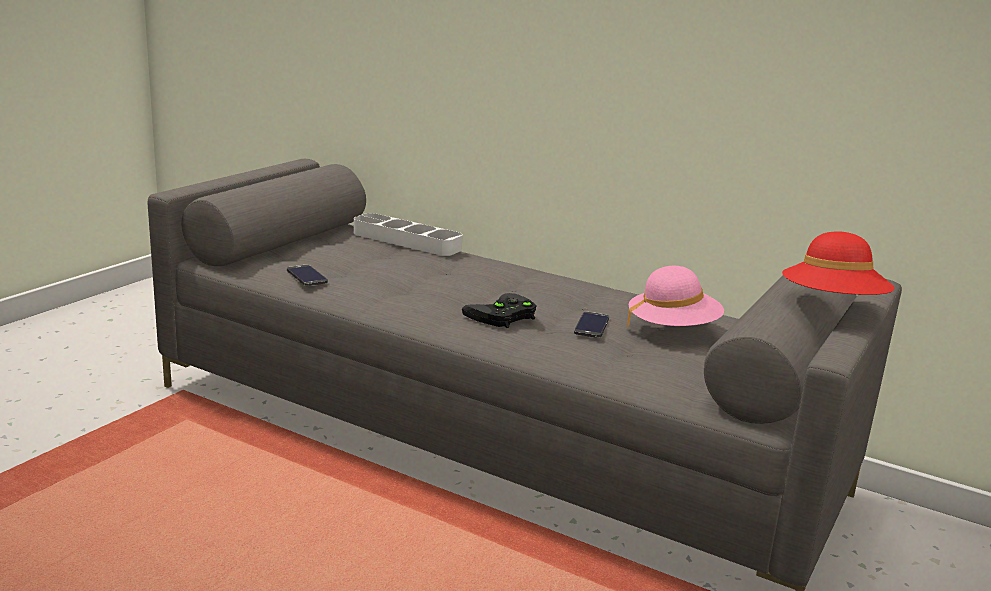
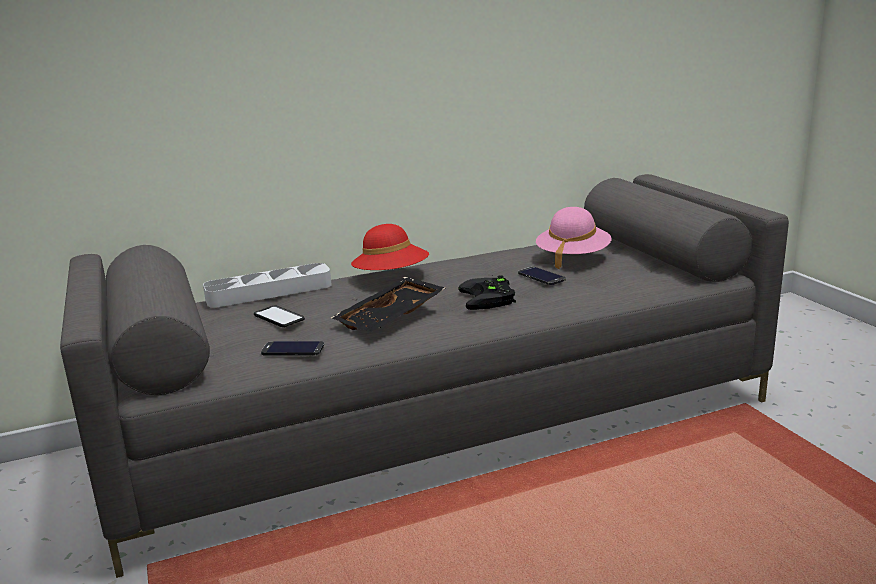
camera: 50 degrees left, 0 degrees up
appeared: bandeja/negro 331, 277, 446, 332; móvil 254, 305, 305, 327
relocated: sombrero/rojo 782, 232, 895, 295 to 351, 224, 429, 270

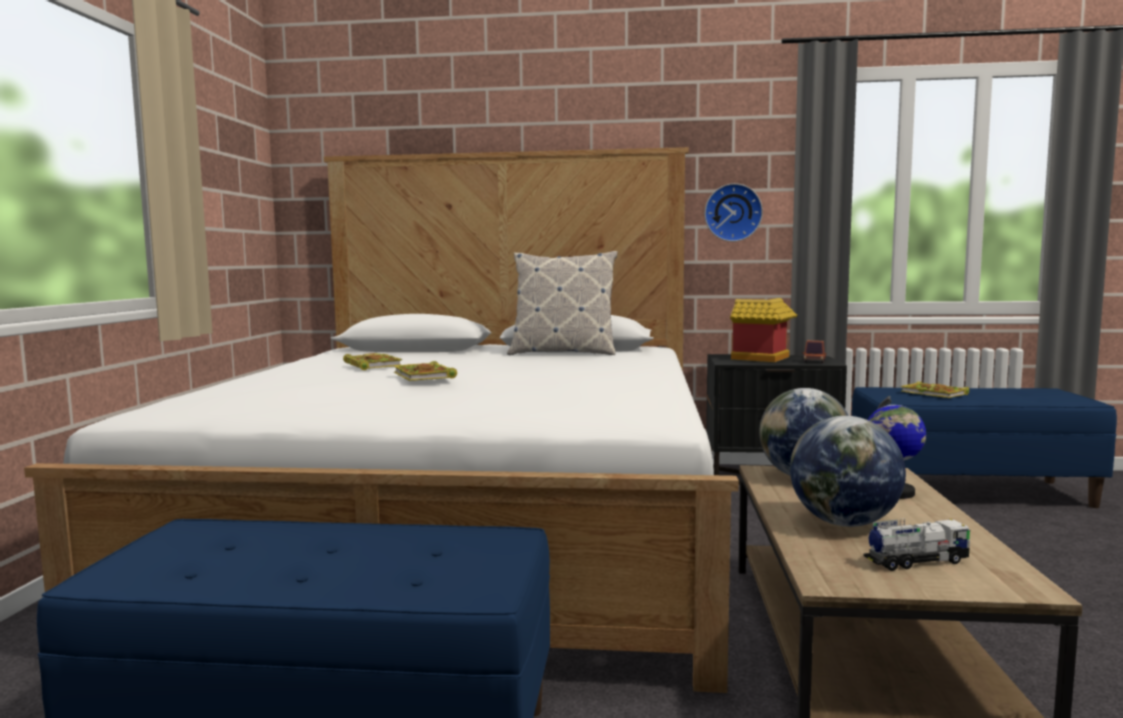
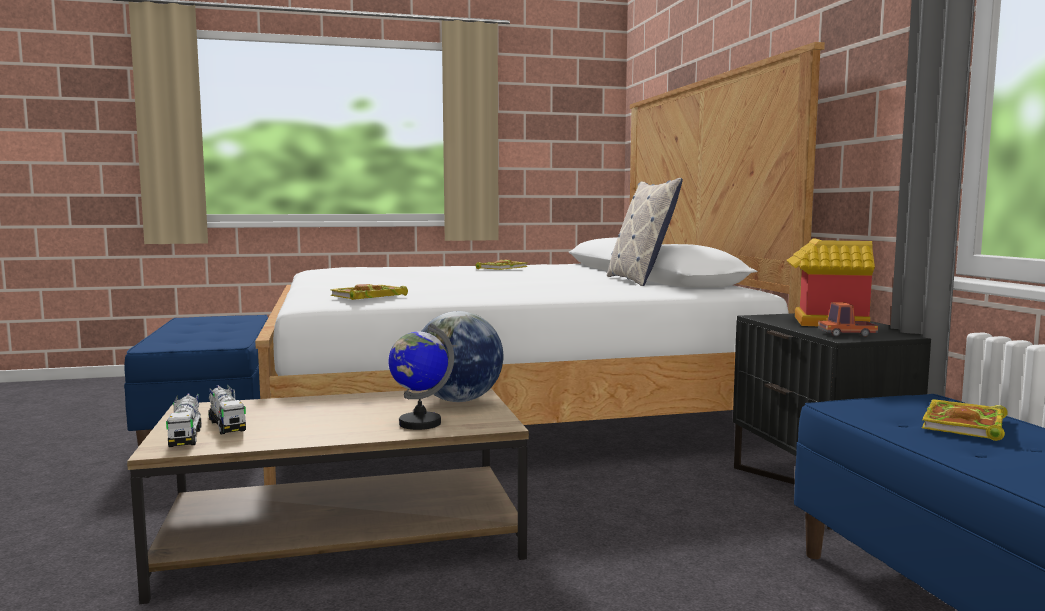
camera: 70 degrees right, 0 degrees up
missing: reloj de pared 704, 183, 763, 242; globo terráqueo 790, 416, 906, 527
appeared: camión de juguete 166, 393, 201, 447
relocated: libro 394, 361, 457, 381 to 330, 284, 408, 300

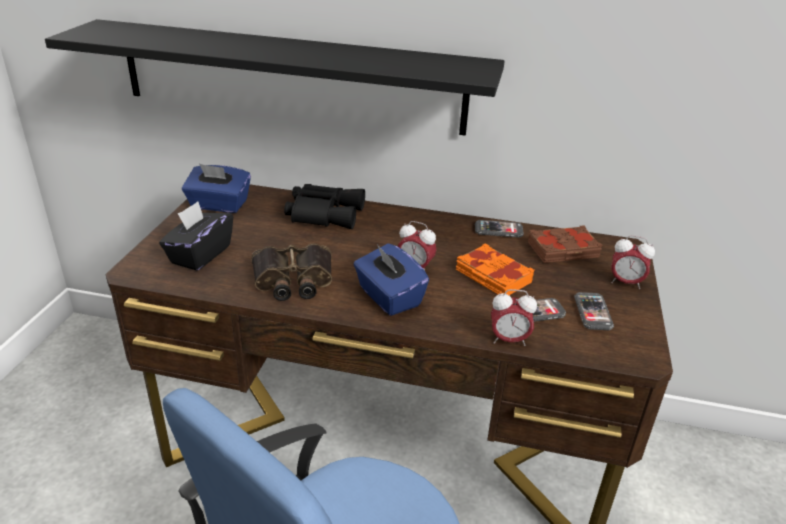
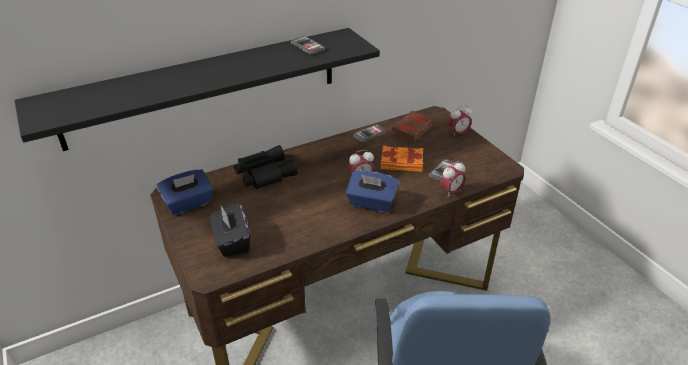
camera: 40 degrees left, 5 degrees up
missing: prismáticos 252, 243, 332, 301
relocated: móvil 574, 292, 614, 330 to 291, 36, 325, 54

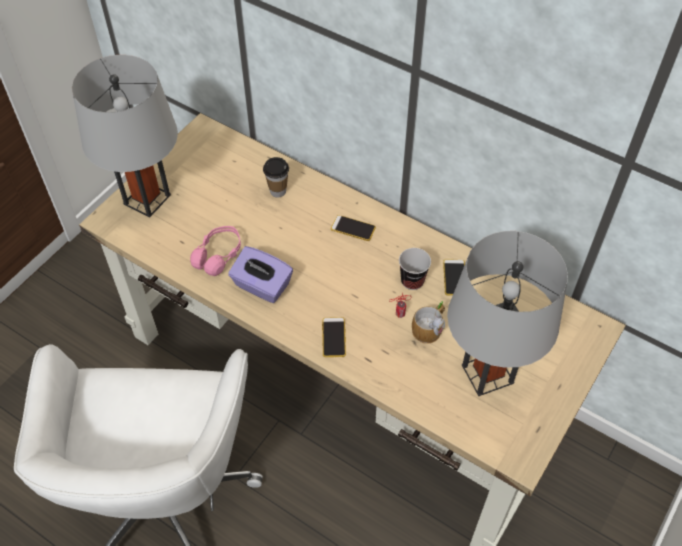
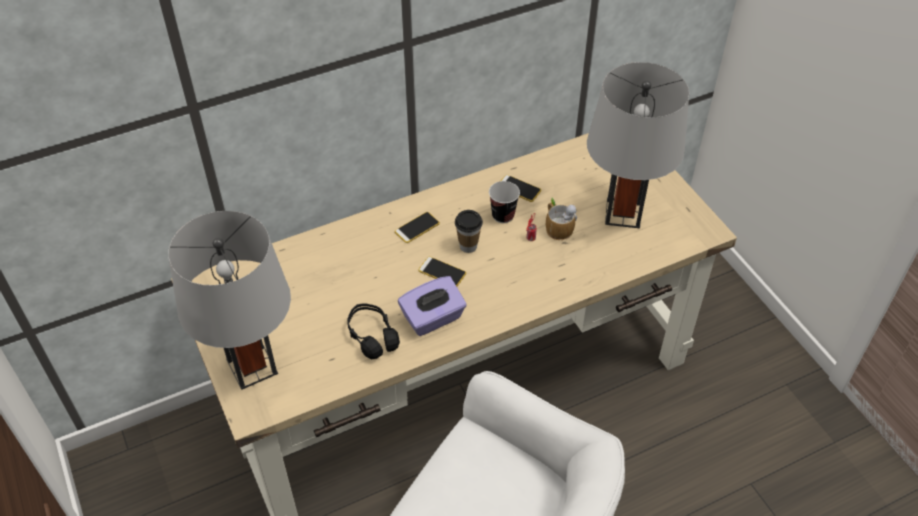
camera: 60 degrees left, 5 degrees down
relocated: taza 263, 157, 289, 197 to 455, 210, 483, 253; móvil 322, 317, 346, 357 to 418, 257, 466, 287
colour: auriculares/rosa 190, 226, 241, 276 to auriculares/negro 347, 304, 400, 359

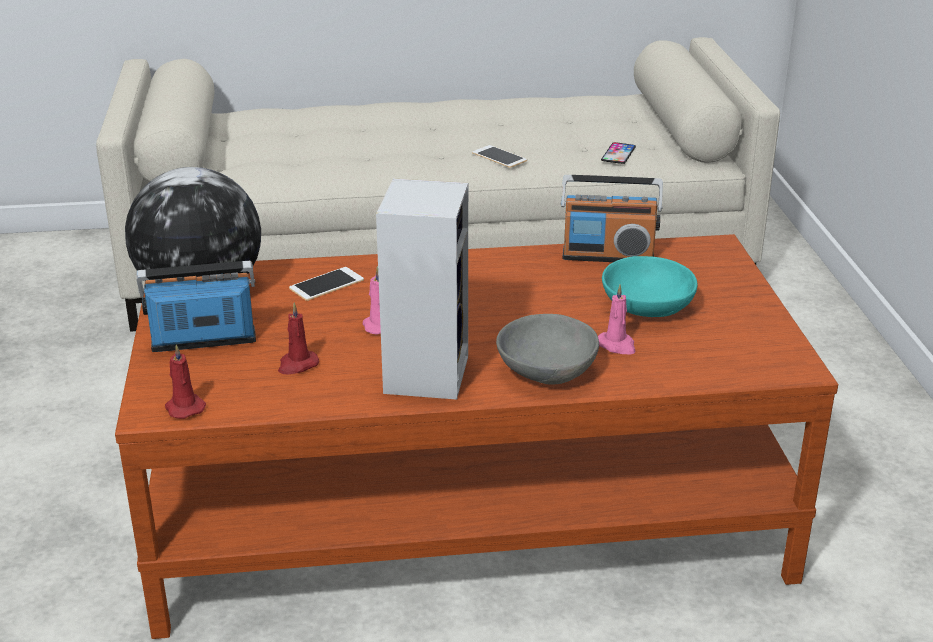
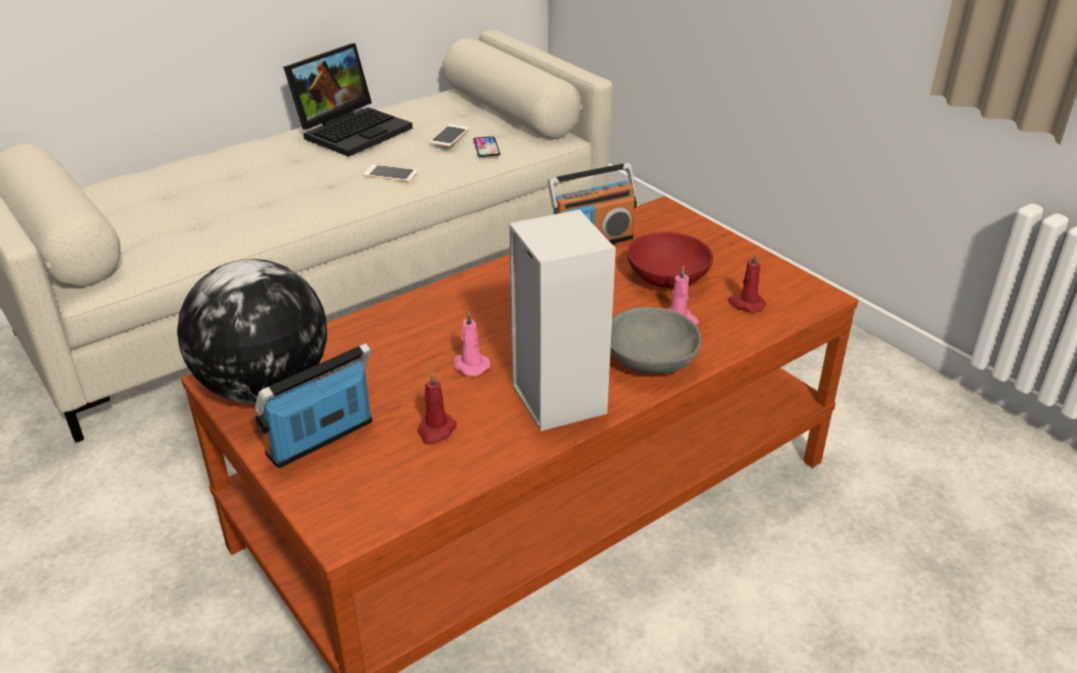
camera: 30 degrees left, 5 degrees up
appeared: portátil 283, 43, 413, 157
relocated: móvil 289, 267, 364, 301 to 430, 124, 469, 146; vela/rojo 165, 344, 206, 419 to 728, 251, 766, 312
colour: cuenco/turquesa 602, 256, 698, 317 to cuenco/rojo 627, 232, 713, 288

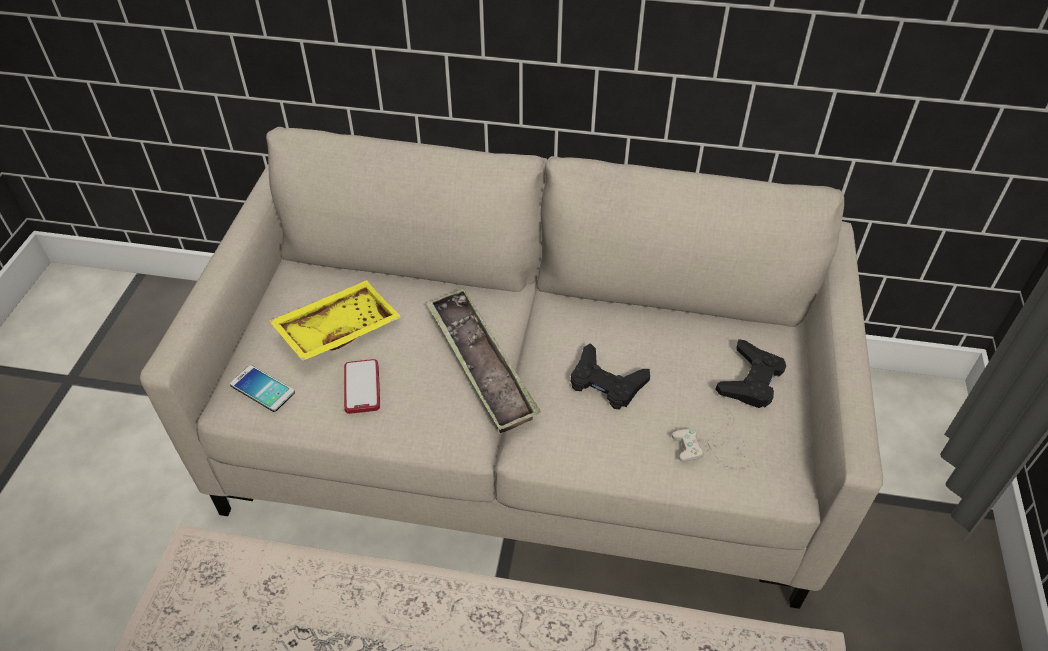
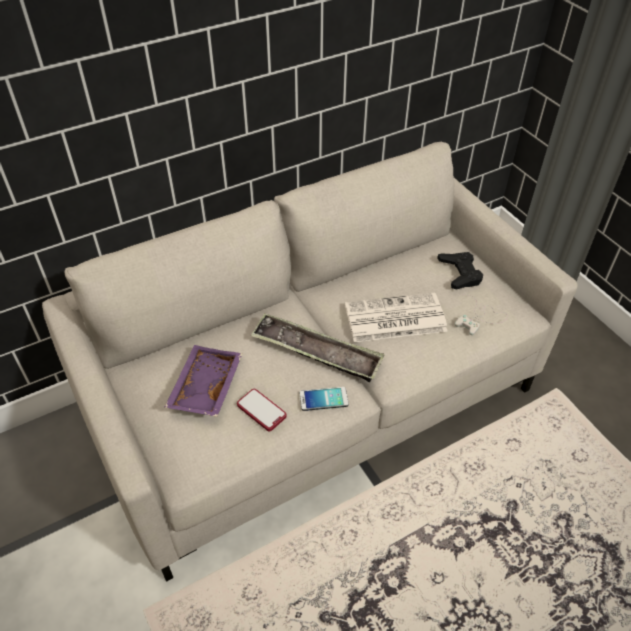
camera: 40 degrees left, 0 degrees up
relocated: móvil 230, 365, 295, 412 to 299, 387, 349, 411
exchanged: mando de consola/negro 571, 343, 650, 409 to periódico 345, 293, 448, 342
colour: bandeja/amarillo 269, 280, 401, 361 to bandeja/morado 165, 345, 242, 417

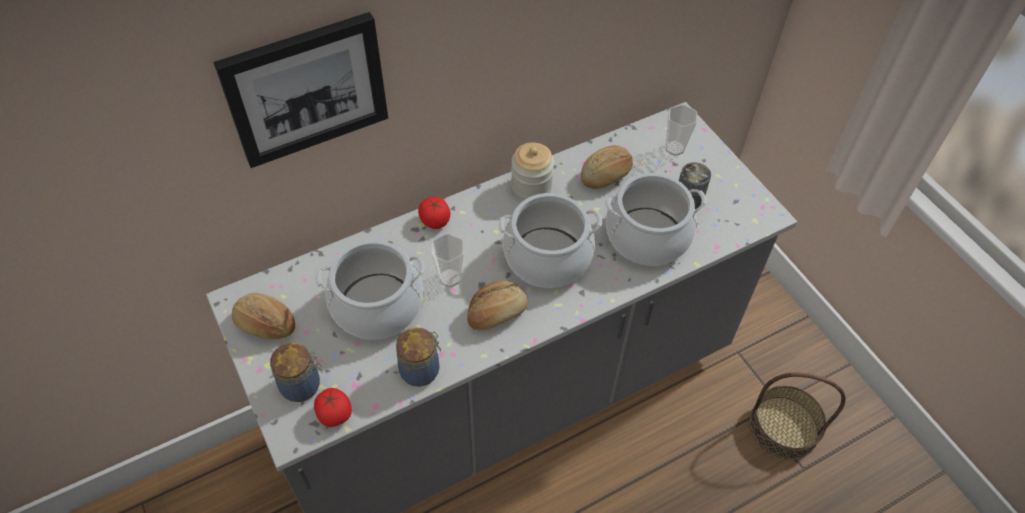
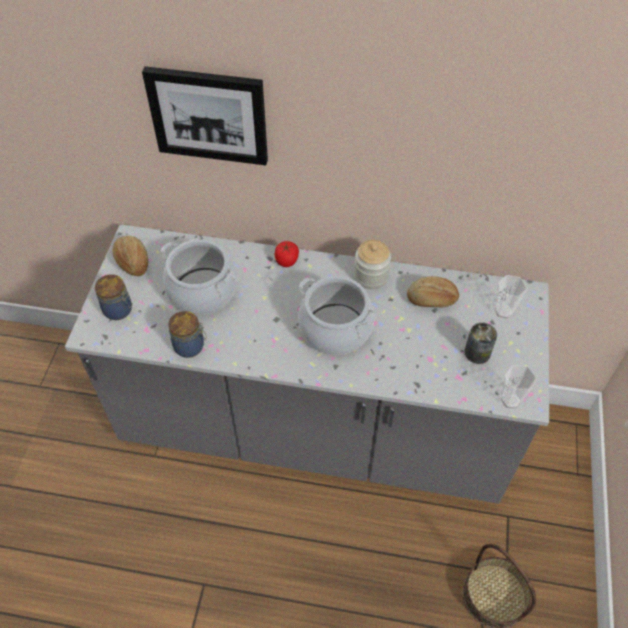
camera: 40 degrees right, 0 degrees up
missing: olla 605, 173, 706, 266; pan 467, 280, 528, 330; tomate 314, 388, 352, 427
relocated: taza 431, 233, 464, 287 to 501, 365, 537, 409

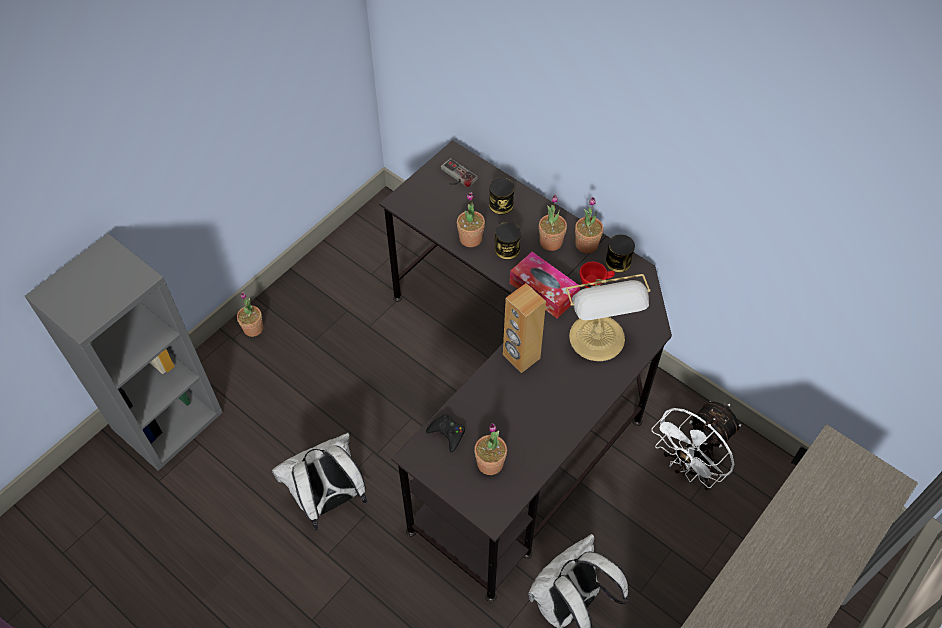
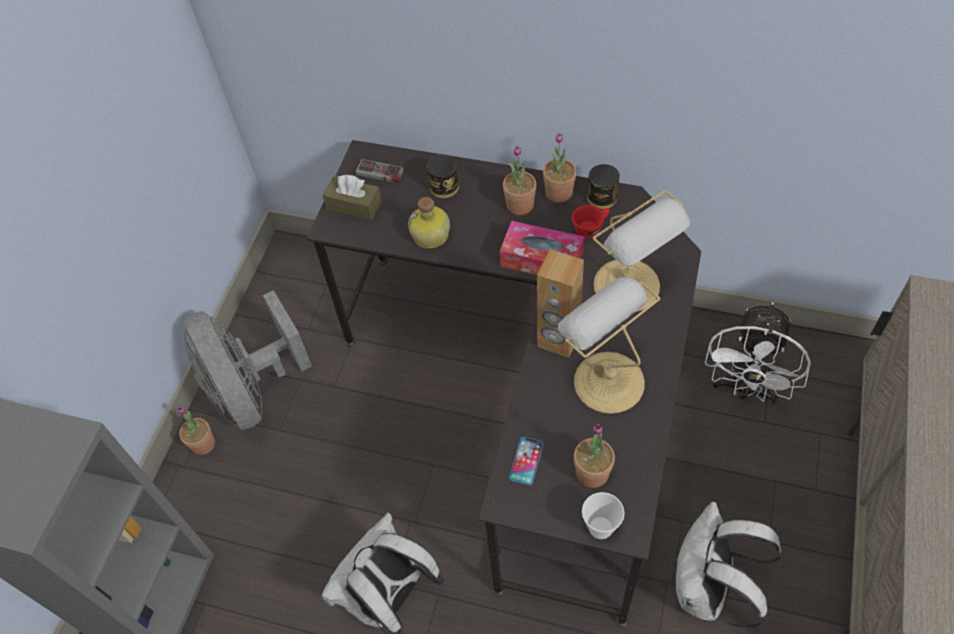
camera: 20 degrees left, 0 degrees up
missing: lata 495, 222, 521, 260
appeared: caja de pañuelos/marrón 323, 175, 382, 220; lámpara de mesa 558, 277, 660, 414; ventilador/gris 184, 290, 312, 430; taza 582, 492, 625, 539
exchanged: planta en maceta 457, 192, 485, 247 to botella 408, 197, 450, 248; mando de consola/negro 426, 414, 465, 452 to móvil 509, 437, 543, 485

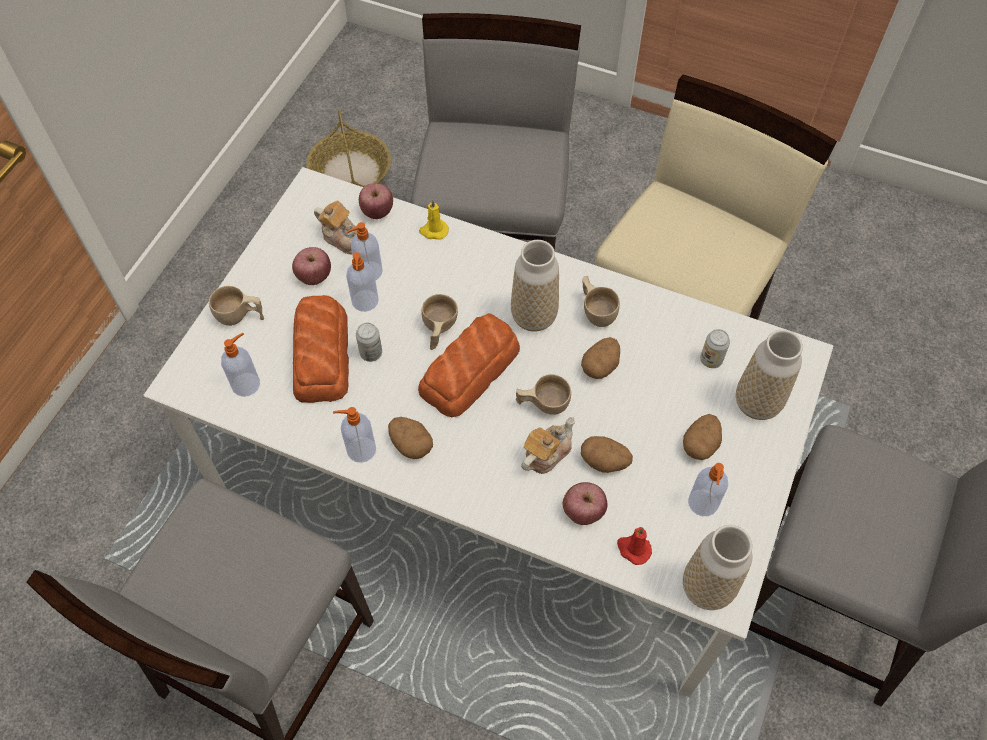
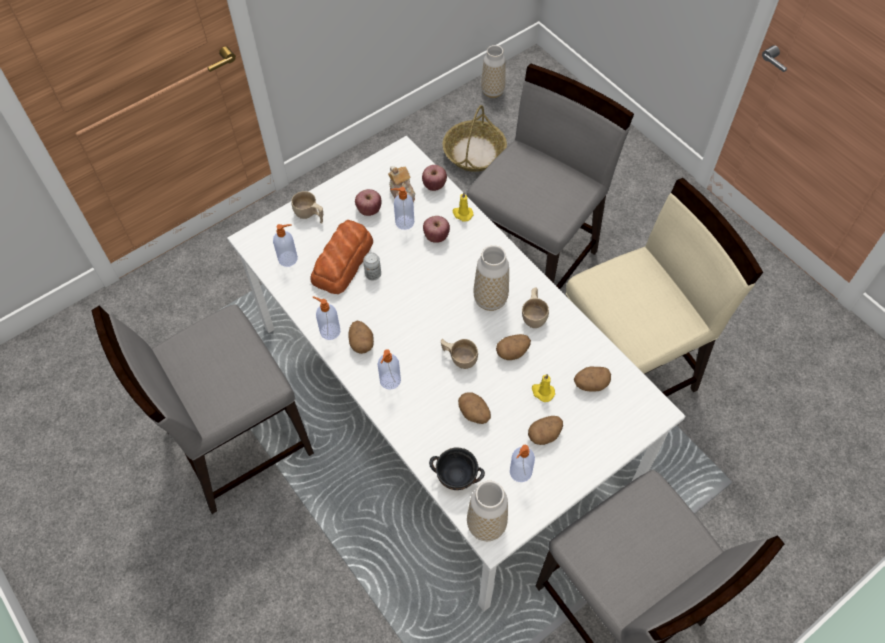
camera: 30 degrees right, 0 degrees up
missing: taza/beis 421, 294, 458, 350; pan 418, 313, 520, 417; tetera 521, 417, 575, 474
appeared: vela/amarillo 532, 374, 555, 402
relocated: dispensador de jabón 346, 252, 379, 312 to 378, 349, 401, 390; florero 736, 330, 803, 420 to 481, 45, 506, 98; manzana 563, 482, 608, 525 to 423, 216, 450, 243
exchanged: lata 700, 329, 730, 368 to patata 574, 366, 611, 391; vela/rojo 617, 527, 652, 565 to cuenco/negro 429, 447, 485, 490

